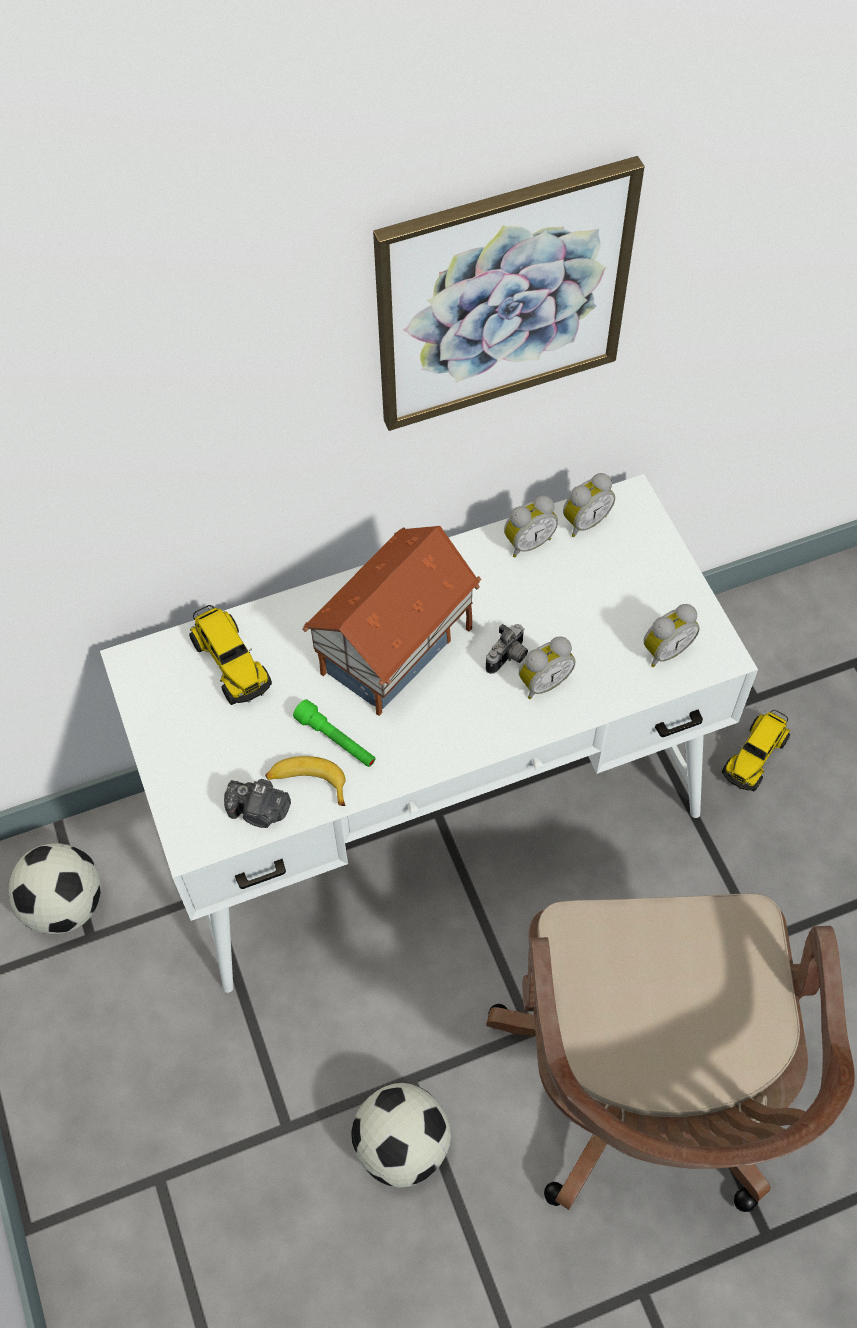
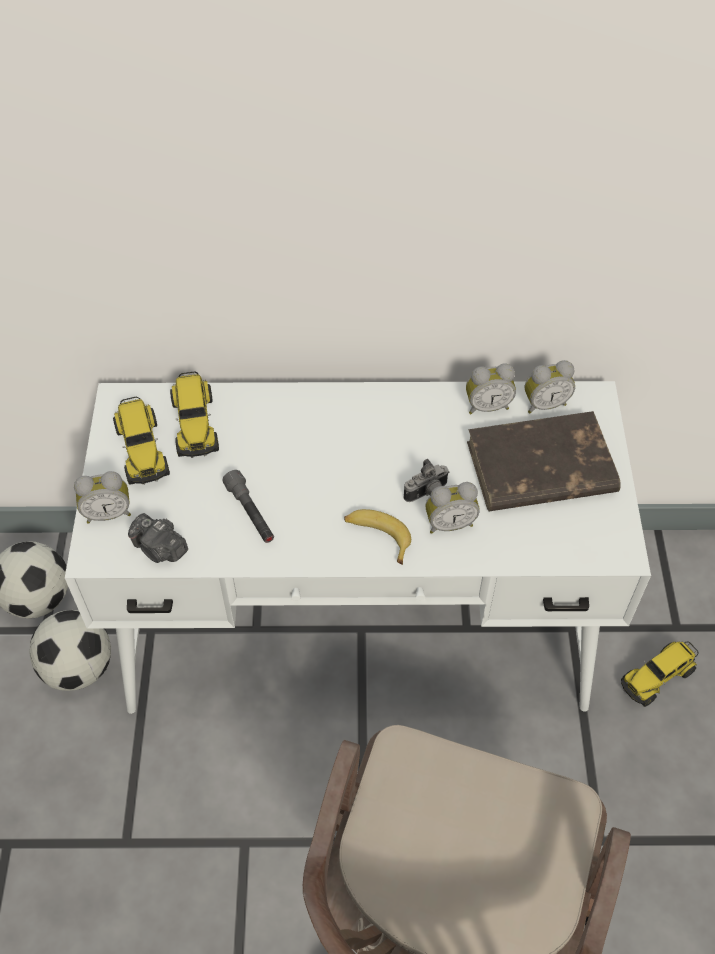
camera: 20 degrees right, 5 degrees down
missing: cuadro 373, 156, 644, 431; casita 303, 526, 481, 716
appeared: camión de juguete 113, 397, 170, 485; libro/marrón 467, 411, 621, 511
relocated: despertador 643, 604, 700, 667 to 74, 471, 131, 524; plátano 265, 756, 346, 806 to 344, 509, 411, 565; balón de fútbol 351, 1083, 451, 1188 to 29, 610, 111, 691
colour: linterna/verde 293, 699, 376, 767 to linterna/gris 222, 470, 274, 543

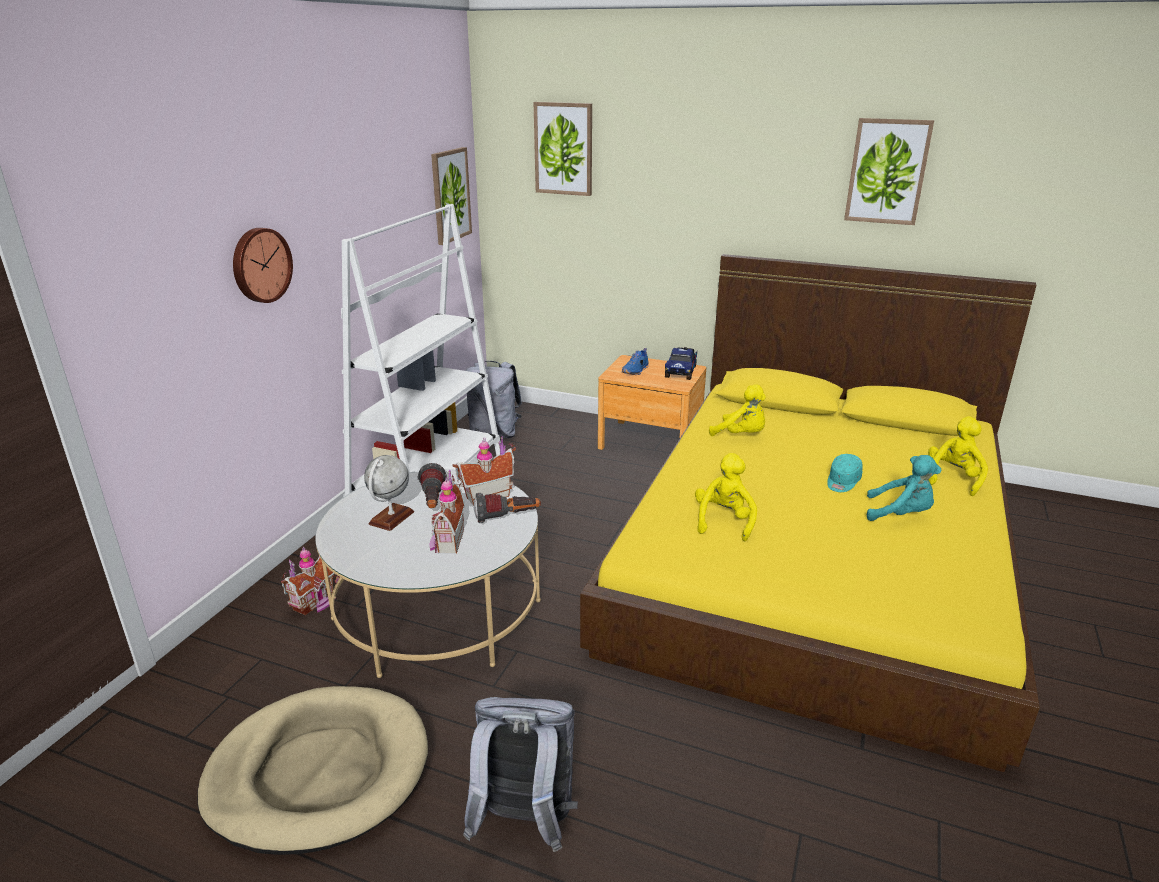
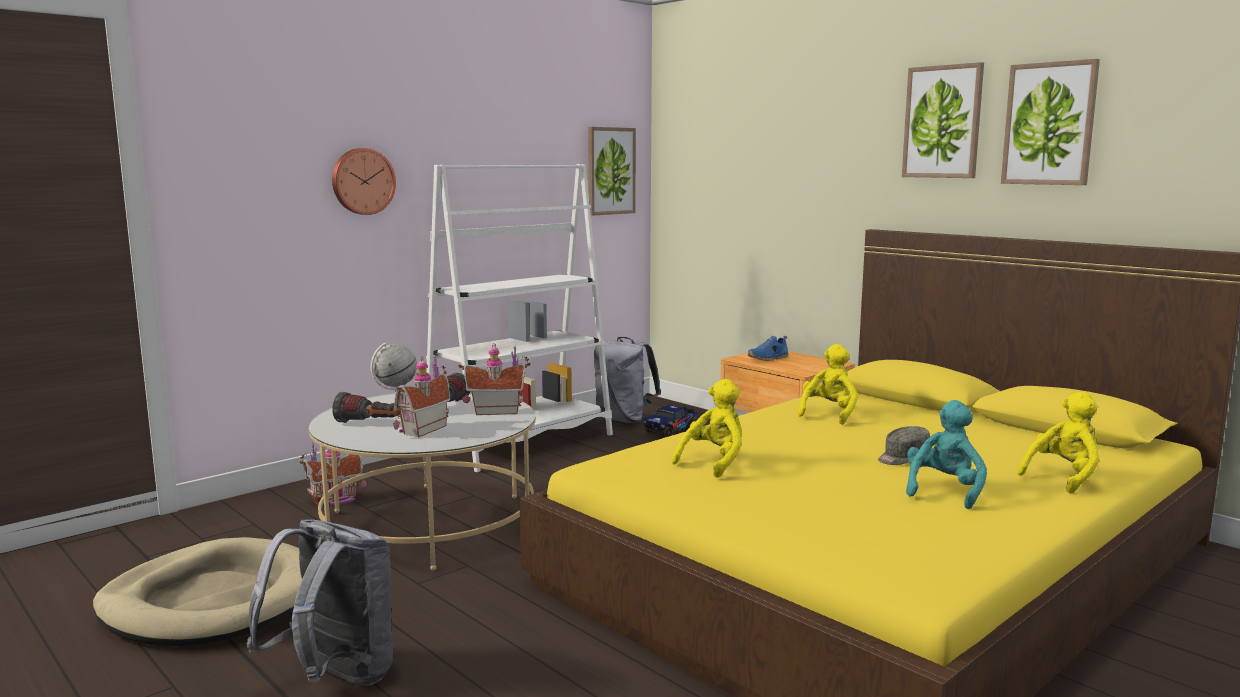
camera: 25 degrees right, 15 degrees down
relocated: cuadro 534, 102, 592, 196 to 902, 62, 984, 178; camión de juguete 665, 347, 697, 380 to 643, 405, 697, 437; linterna 474, 493, 541, 523 to 332, 392, 400, 423
colour: gorra/turquesa 827, 454, 862, 492 to gorra/gris 878, 426, 930, 465
spun: peluche/amarillo 709, 384, 766, 436 = 798, 344, 858, 425 120 degrees counterclockwise; peluche/turquesa 867, 455, 942, 521 = 906, 400, 987, 509 105 degrees counterclockwise

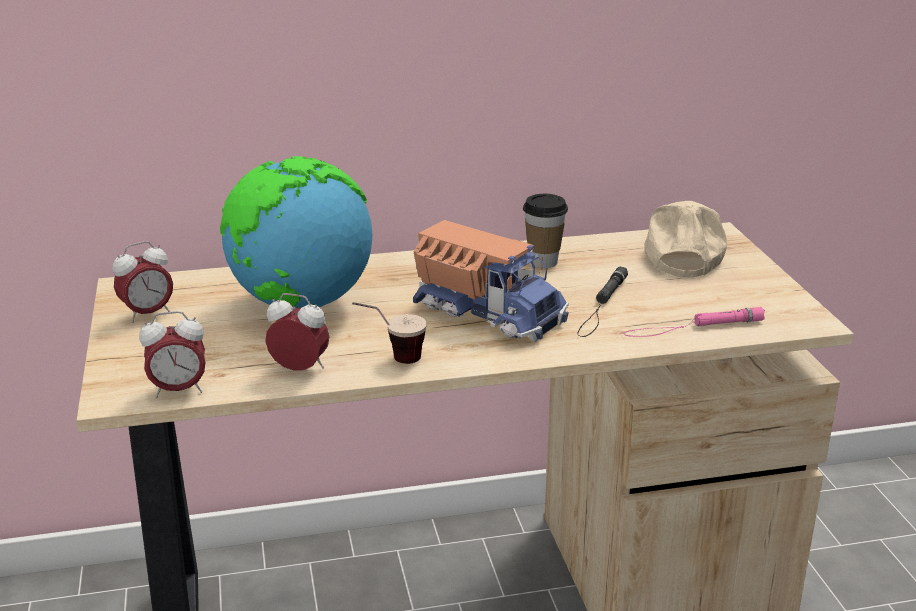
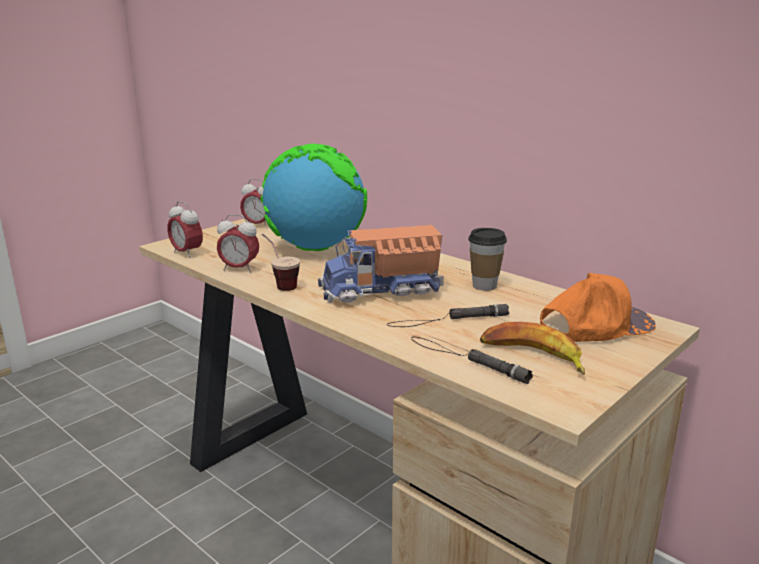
camera: 55 degrees right, 5 degrees down
appeared: plátano 480, 322, 585, 375
colour: gorra/beis 645, 201, 727, 277 to gorra/naranja 540, 273, 656, 342; linterna/rosa 623, 307, 765, 337 to linterna/negro 411, 337, 533, 384
spun: camión de juguete 413, 220, 569, 342 = 318, 225, 444, 303 75 degrees clockwise; despertador 265, 293, 329, 371 = 217, 214, 259, 273 120 degrees clockwise

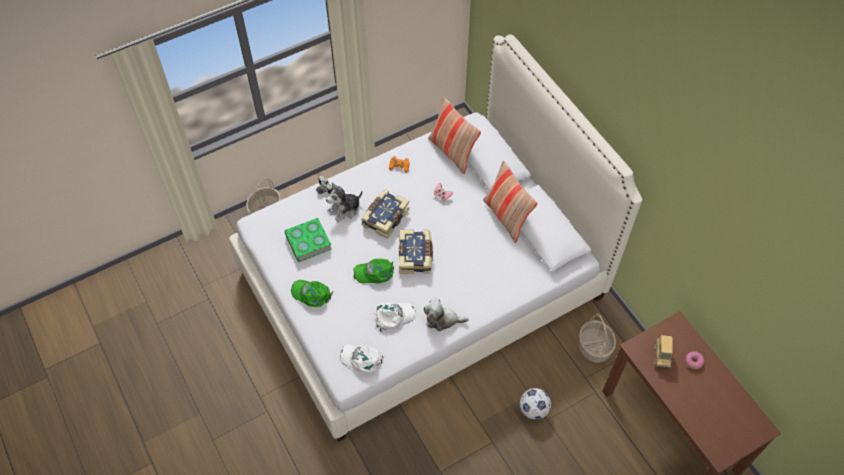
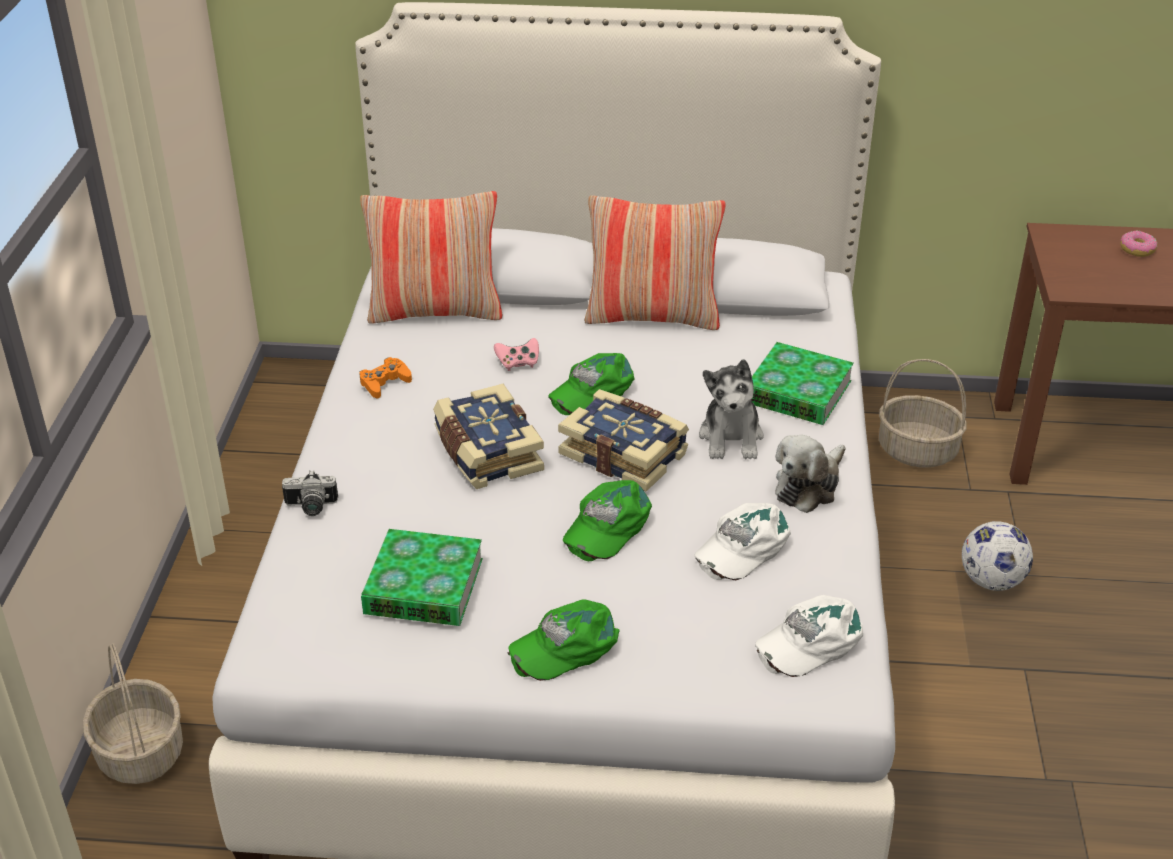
camera: 55 degrees left, 20 degrees down
missing: camión de juguete 654, 335, 673, 368
appeared: libro 751, 342, 854, 425; gorra/verde 548, 353, 634, 415
relocated: peluche 326, 182, 362, 222 to 699, 359, 764, 459
spun: gorra/blanco 374, 302, 416, 332 = 695, 503, 791, 580 150 degrees counterclockwise

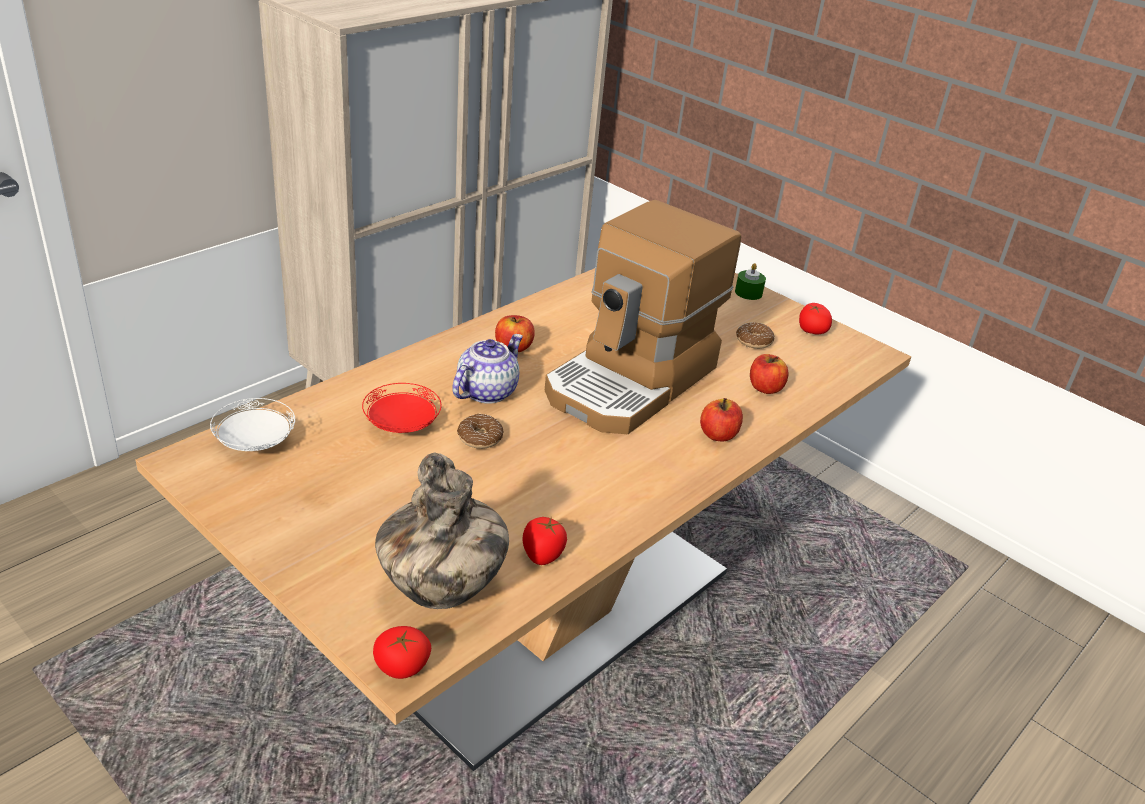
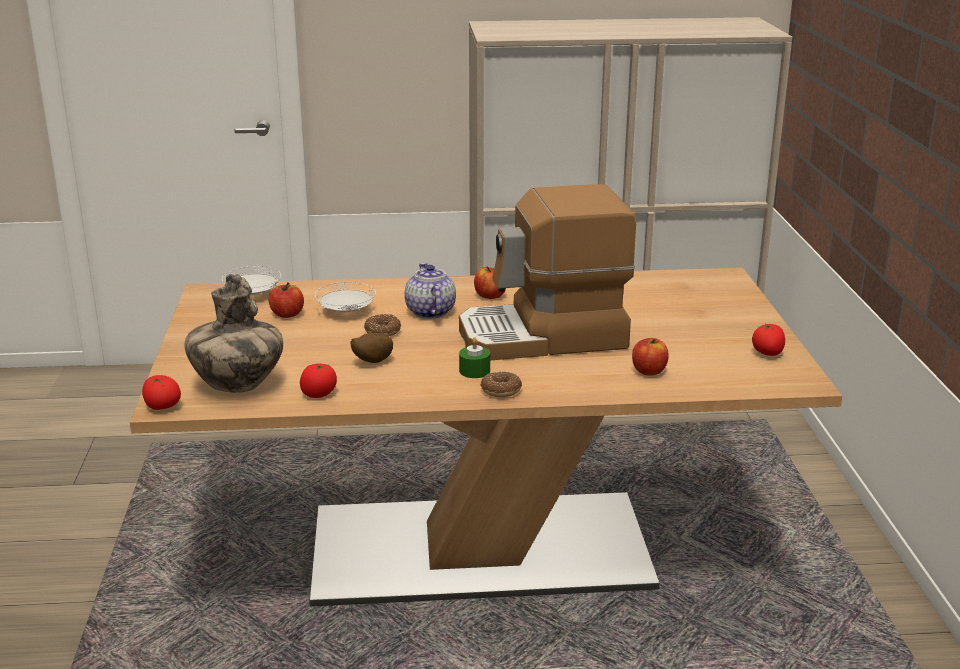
camera: 45 degrees right, 10 degrees down
appeared: patata 350, 333, 393, 363
relocated: vela/verde 735, 263, 766, 300 to 459, 337, 490, 378; rosquilla 736, 323, 775, 349 to 480, 372, 522, 397; manzana 700, 398, 743, 442 to 269, 282, 304, 318
colour: plato/rojo 362, 383, 441, 433 to plato/blanco 315, 282, 376, 312
spun: tetera 452, 334, 523, 404 = 405, 263, 456, 319 90 degrees counterclockwise

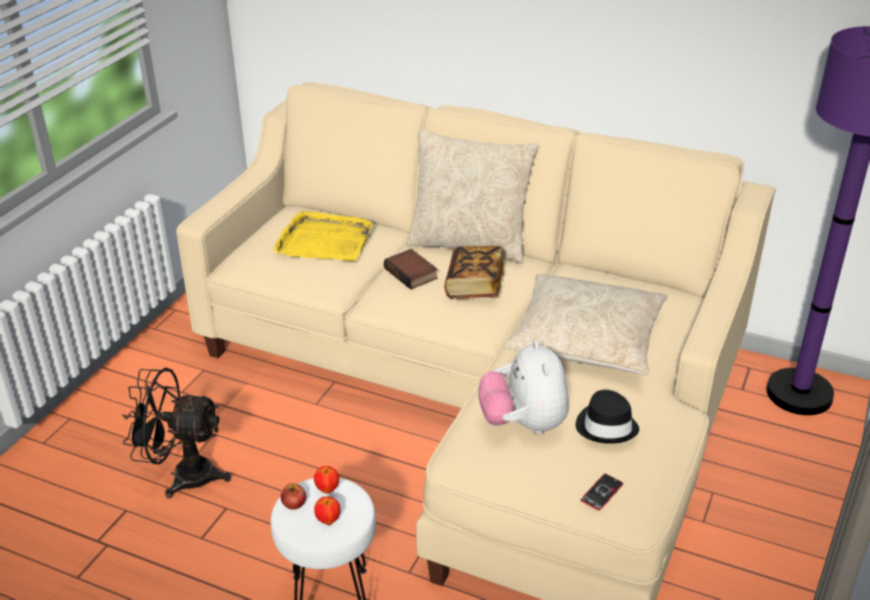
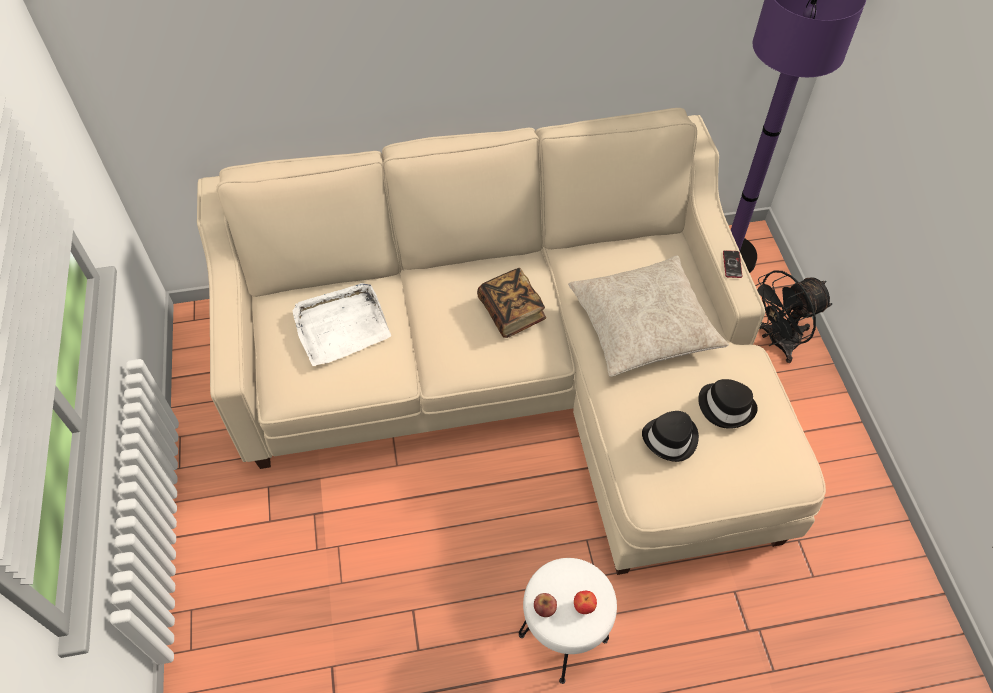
camera: 35 degrees left, 20 degrees up
missing: cojín/beis 406, 129, 538, 264; libro 384, 249, 438, 289; manzana 314, 466, 339, 494
relocated: ventilador/negro 122, 368, 231, 498 to 755, 270, 833, 363; móvil 581, 474, 623, 510 to 723, 250, 743, 278
exchanged: peluche 478, 341, 569, 434 to sombrero/negro 642, 411, 699, 462
colour: bandeja/amarillo 273, 210, 373, 261 to bandeja/blanco 293, 283, 391, 366

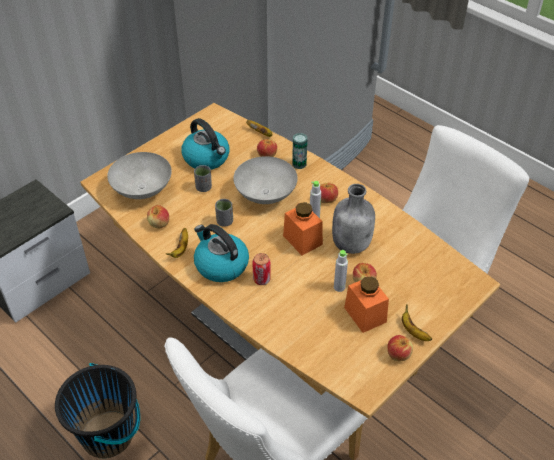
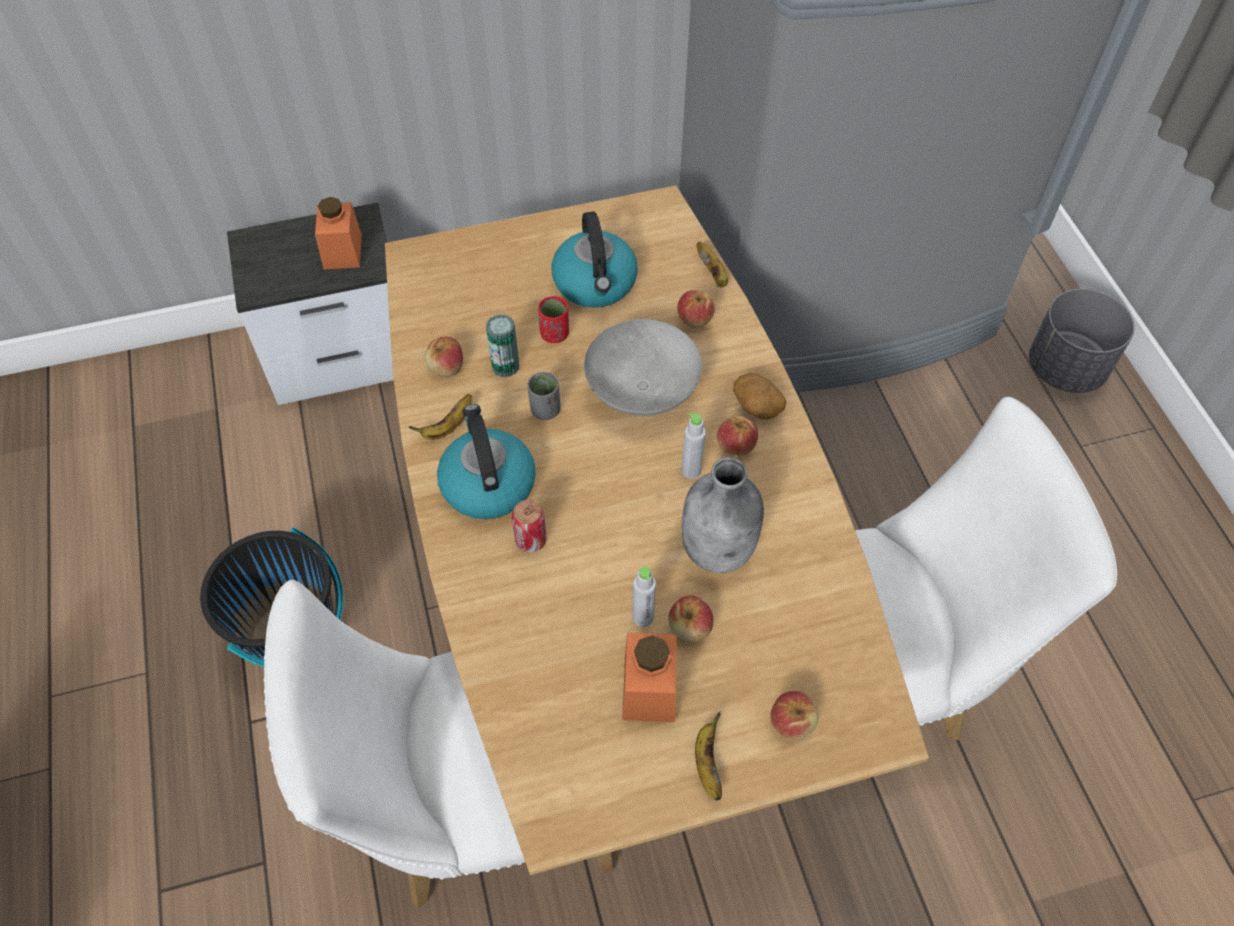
camera: 30 degrees right, 10 degrees up
missing: cuenco/gris 107, 152, 172, 199
appeared: maceta/gris 1029, 289, 1135, 393; patata 733, 373, 786, 420
relocated: lata 292, 133, 307, 169 to 486, 314, 519, 377; tarro/naranja 283, 202, 323, 255 to 315, 197, 362, 269; manzana 387, 335, 413, 361 to 770, 691, 819, 739
colour: taza/gris 194, 165, 212, 192 to taza/rojo 538, 296, 569, 343

